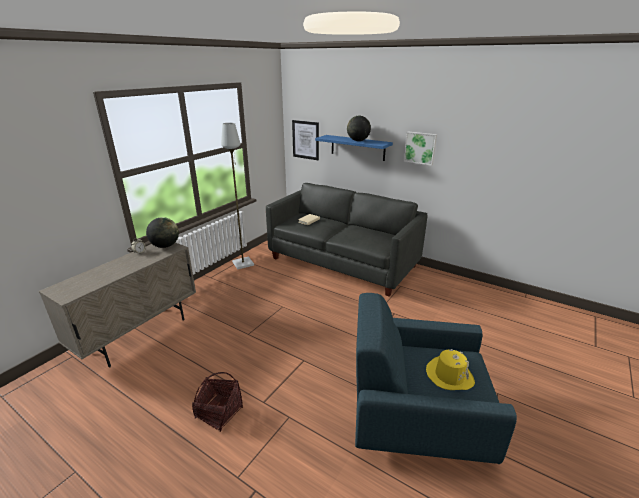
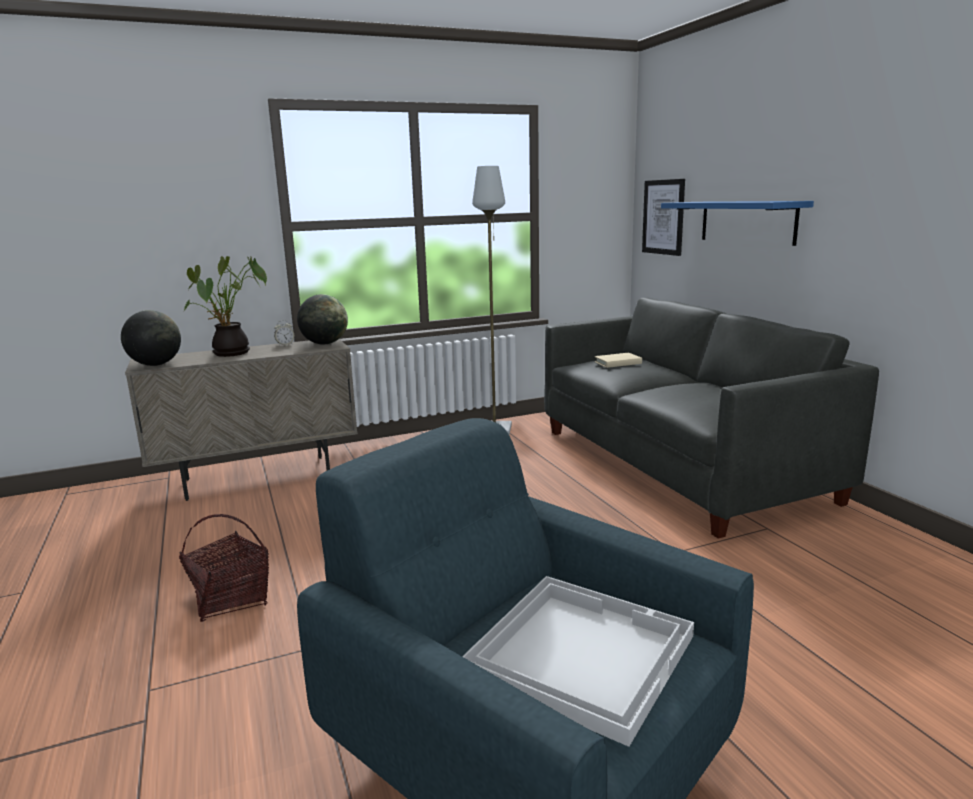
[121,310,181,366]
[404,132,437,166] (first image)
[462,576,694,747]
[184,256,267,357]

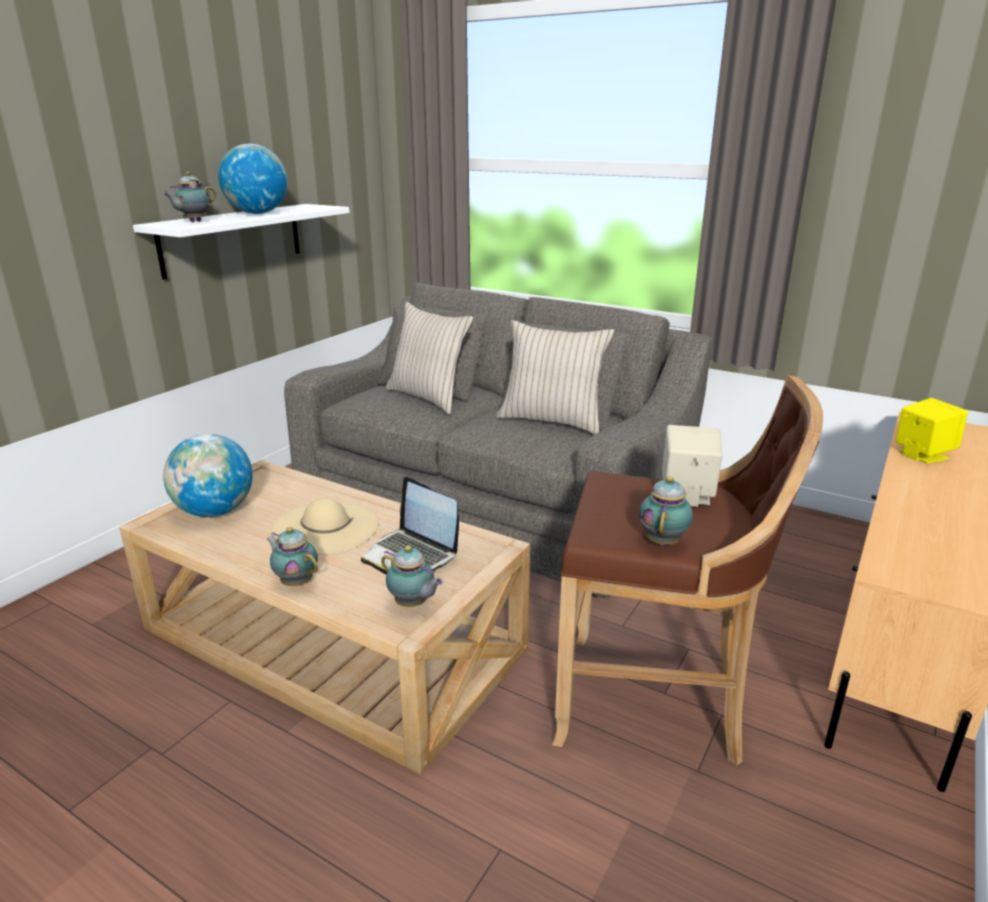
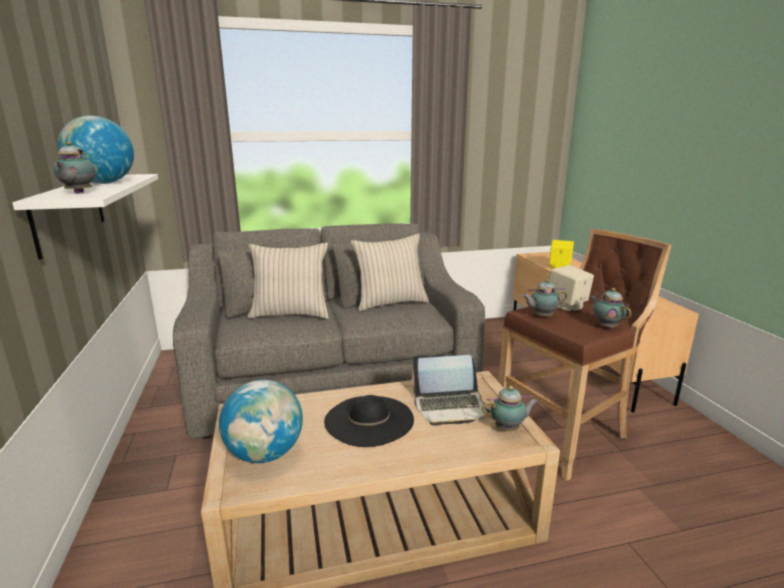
[324,395,414,447]
[522,279,567,317]

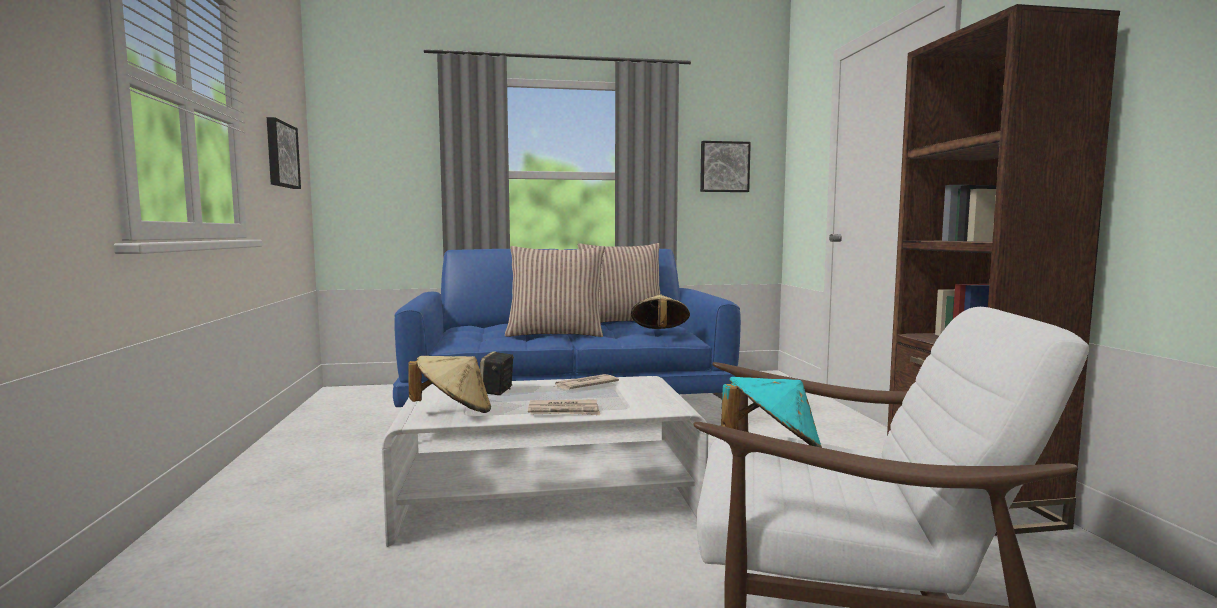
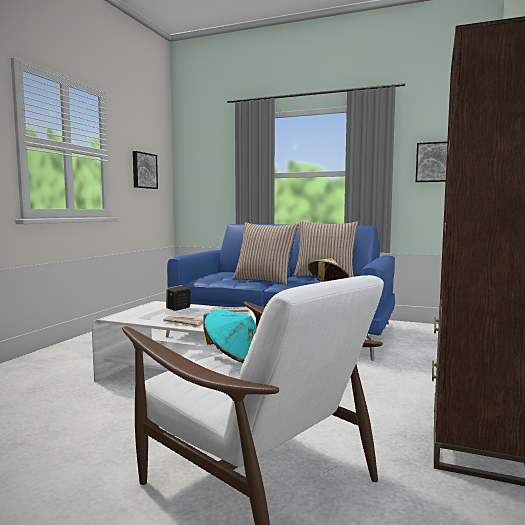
[408,356,491,413] (first image)

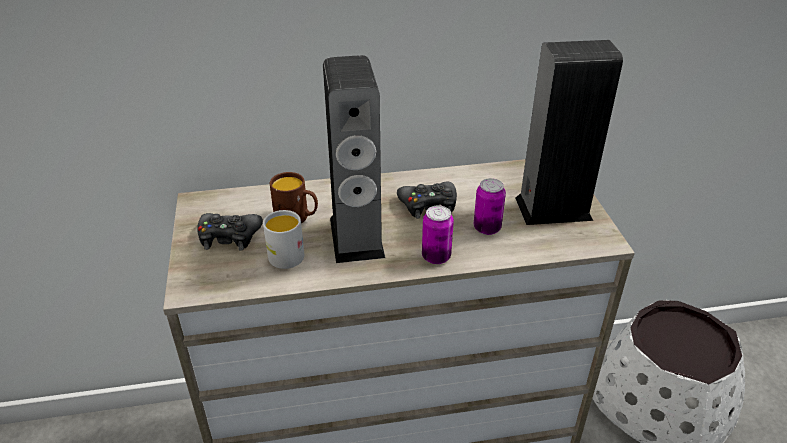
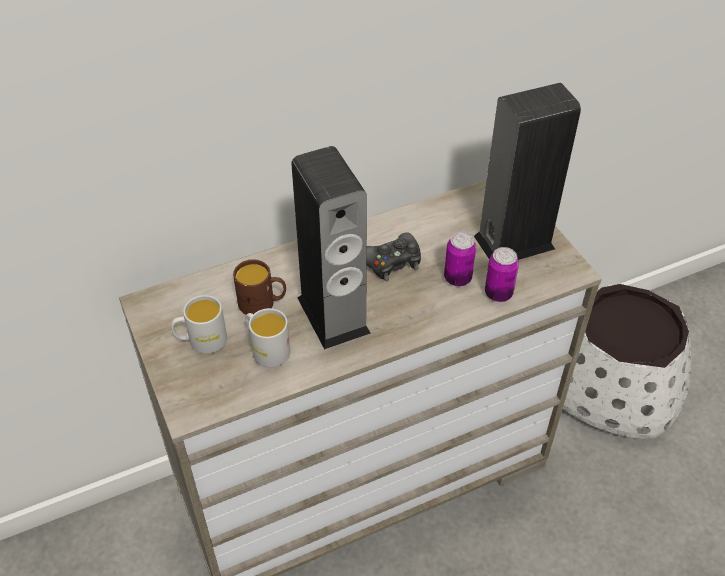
[485,247,519,302]
[171,295,227,354]

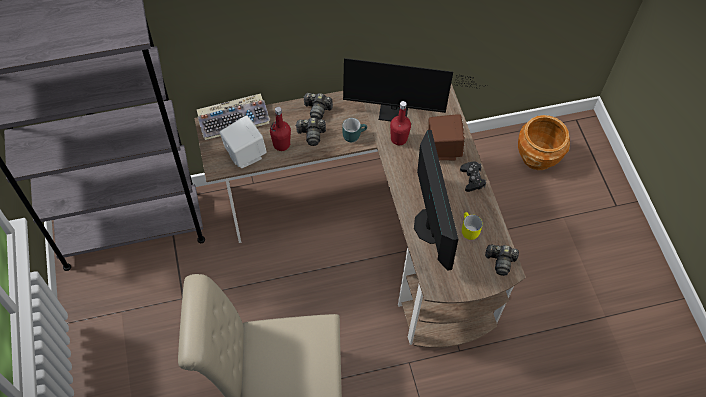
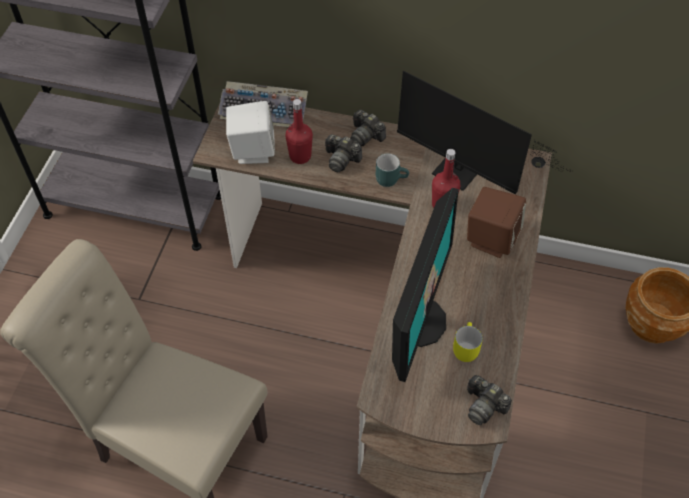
[460,161,486,192] (first image)

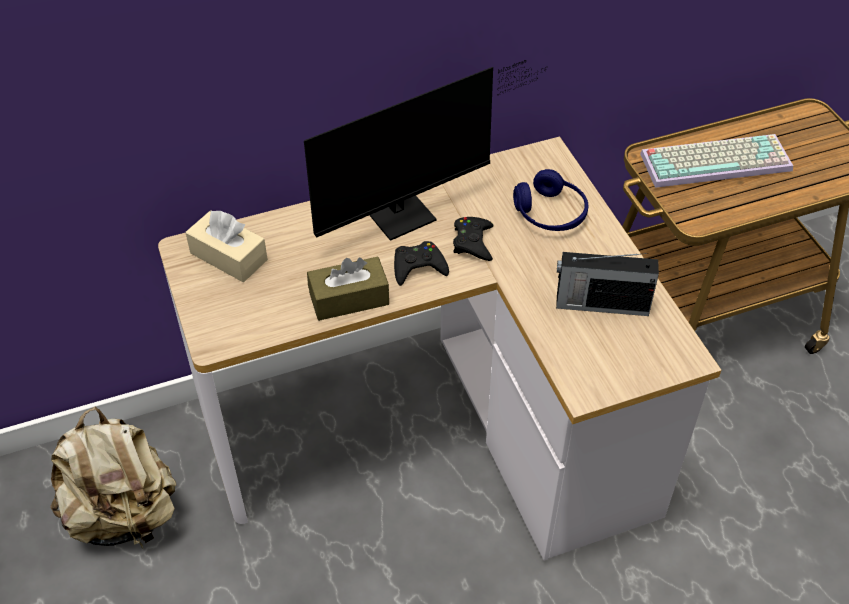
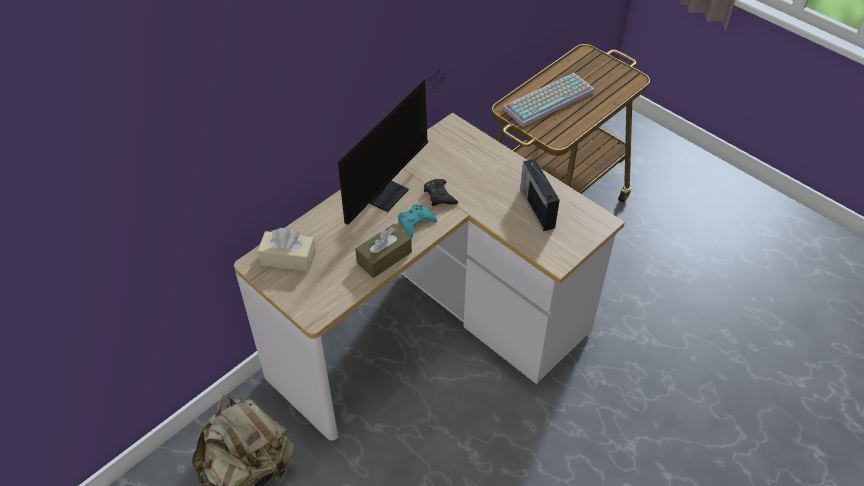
[513,169,589,231] (first image)
[398,204,437,238]
[520,159,560,231]

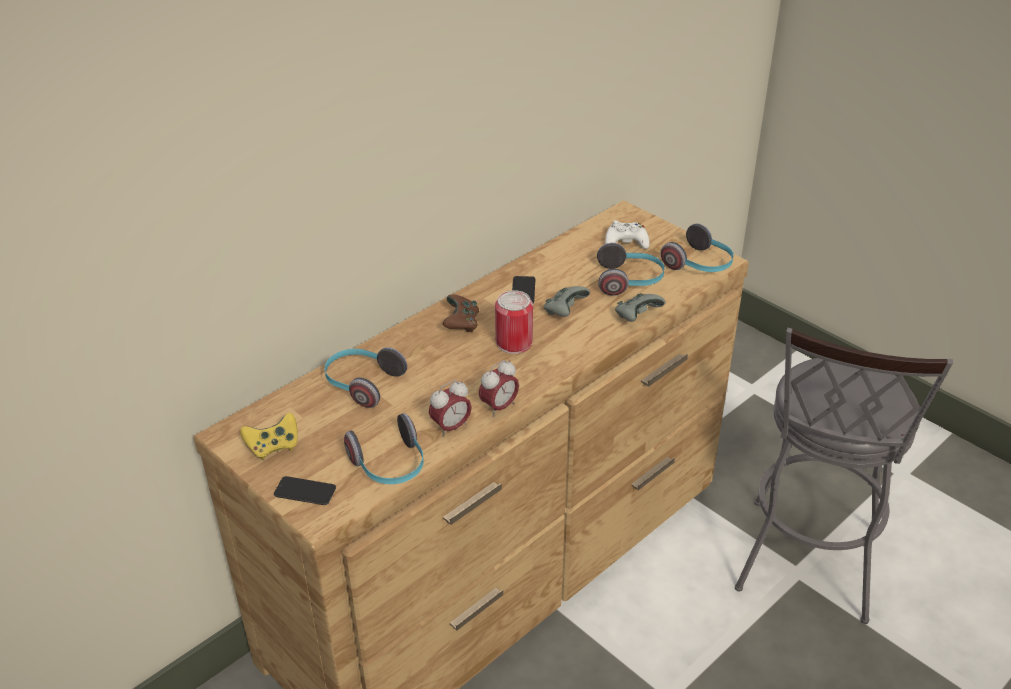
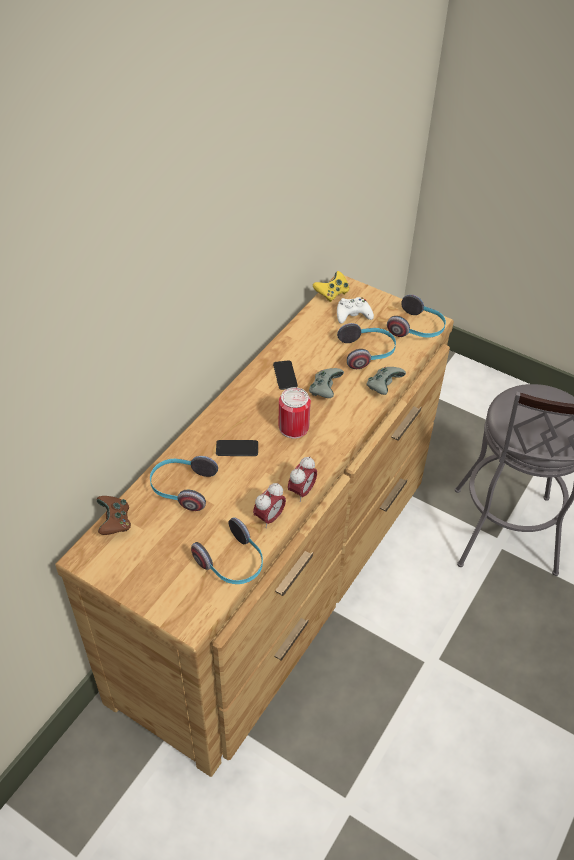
[96,496,131,535]
[313,271,349,302]
[216,440,258,456]

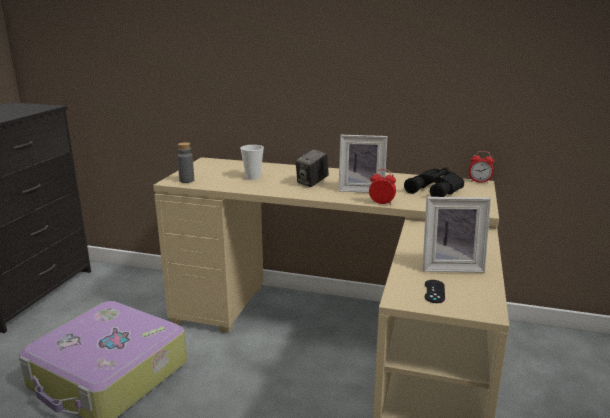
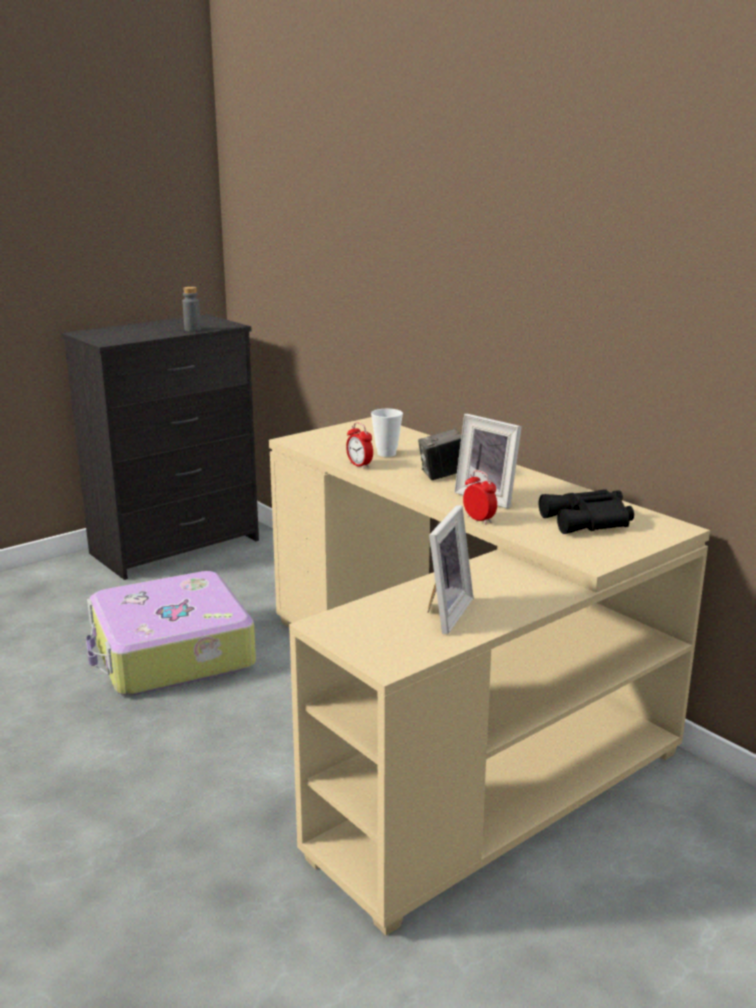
[182,287,201,332]
[346,422,373,469]
[428,505,473,634]
[425,280,445,303] (first image)

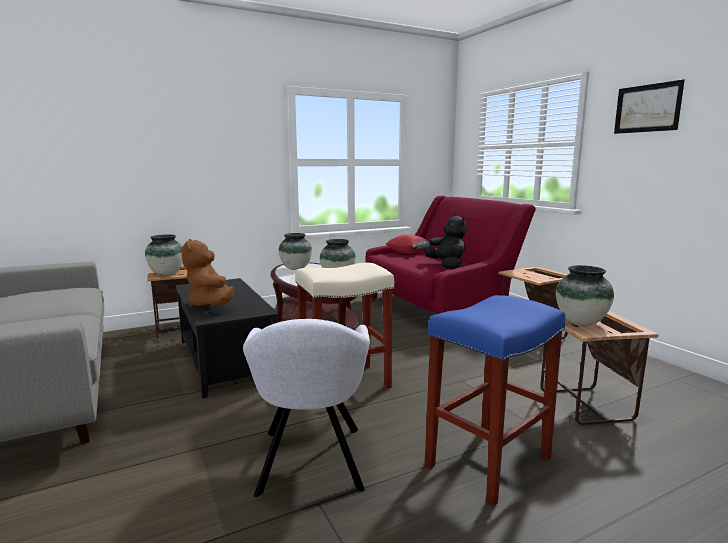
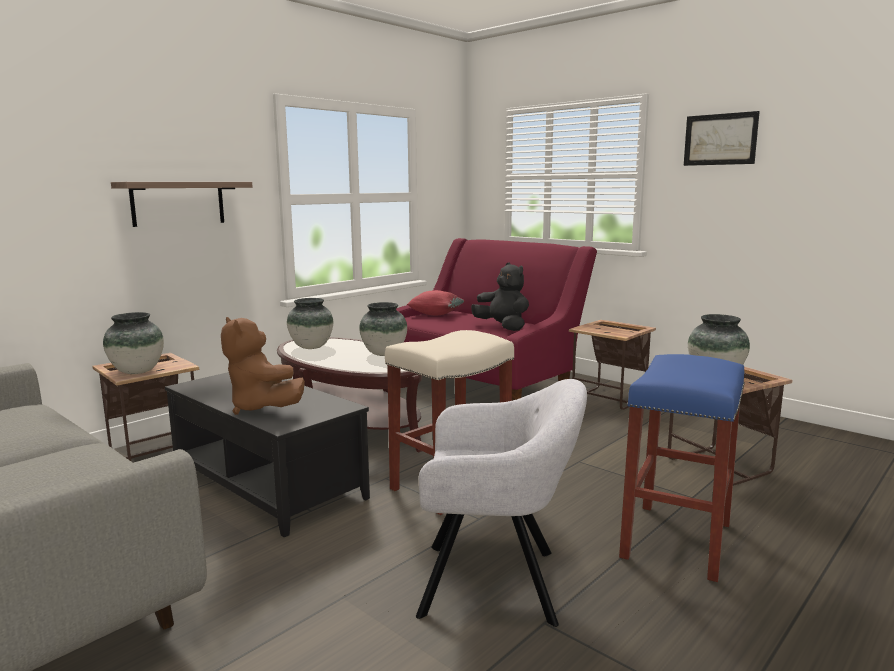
[416,379,587,627]
[111,182,252,227]

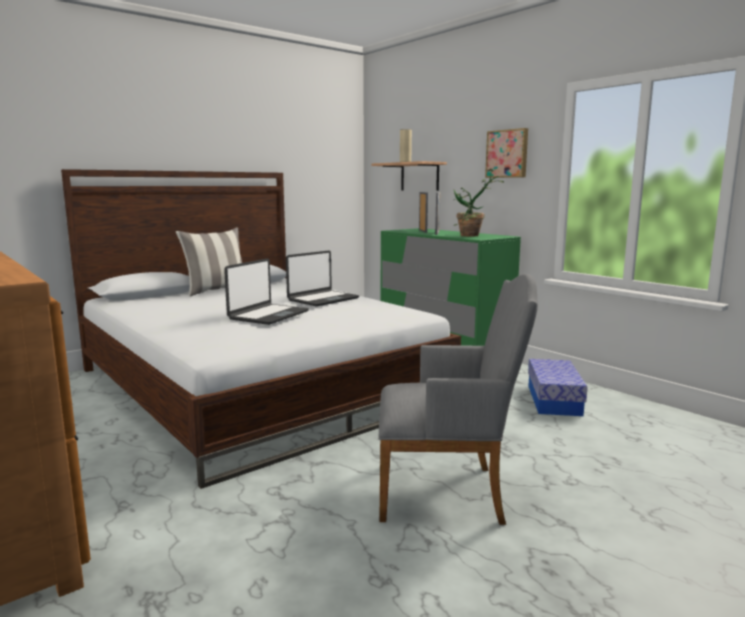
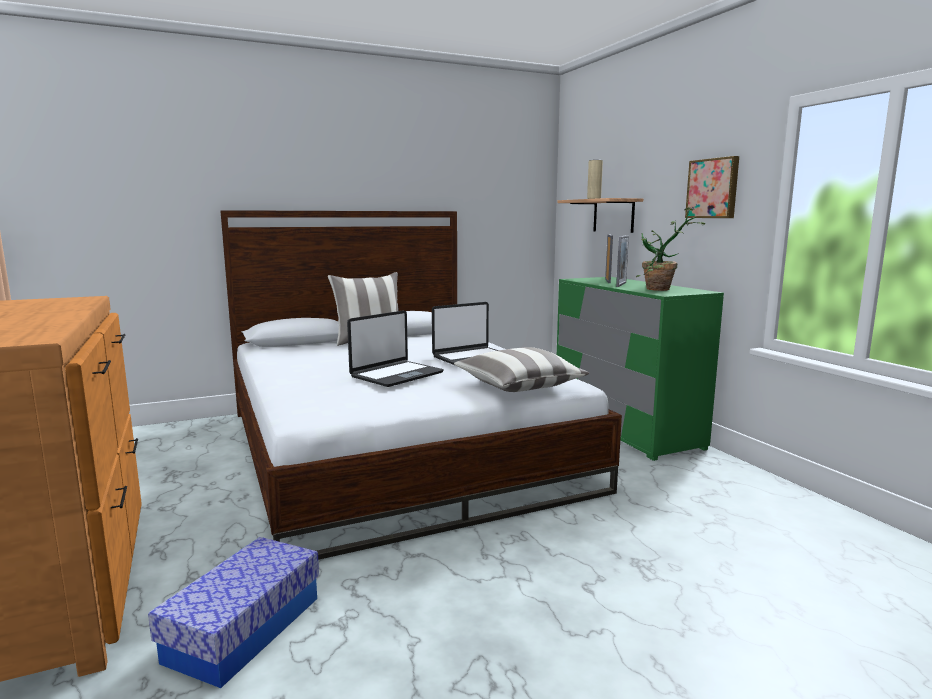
[378,274,538,525] (first image)
[148,537,319,688]
[454,347,589,392]

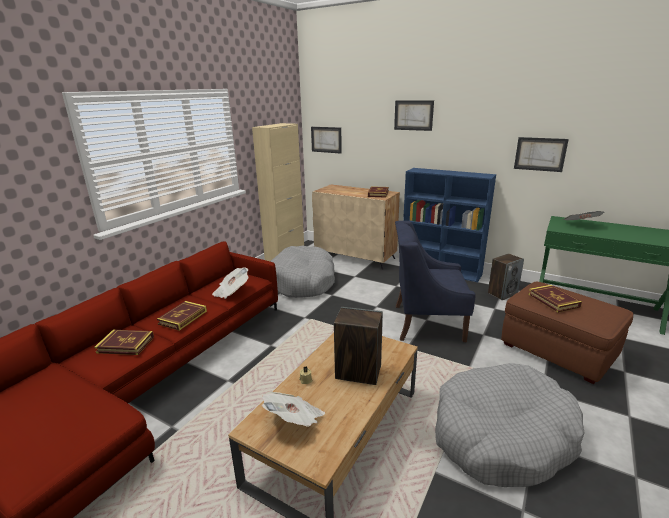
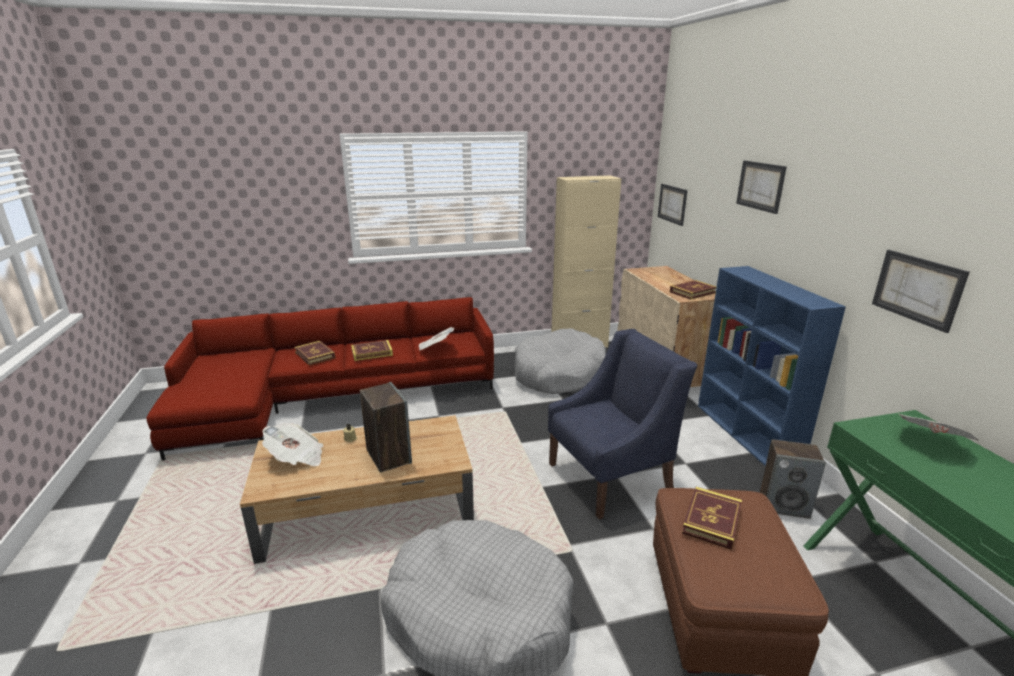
[548,329,697,519]

